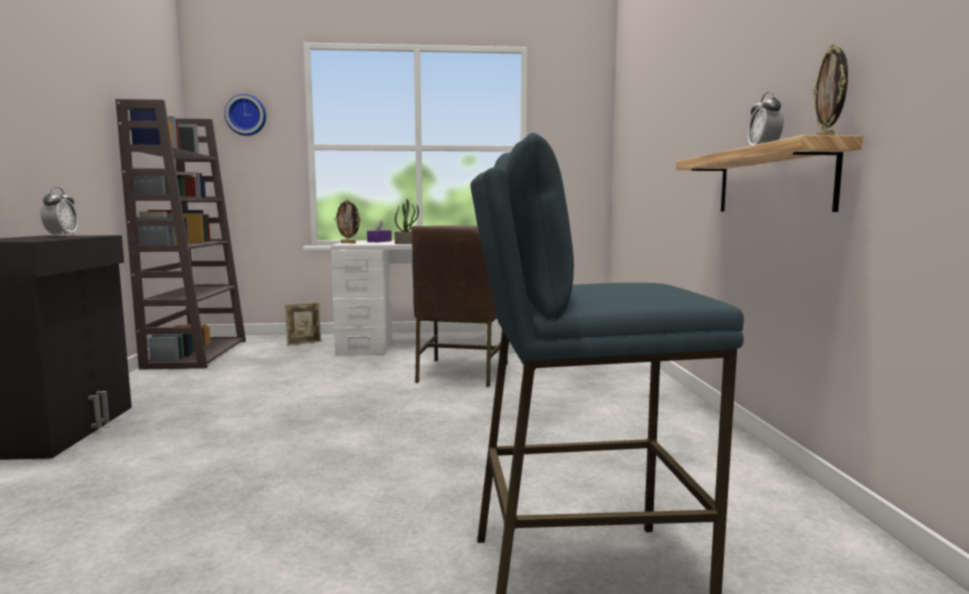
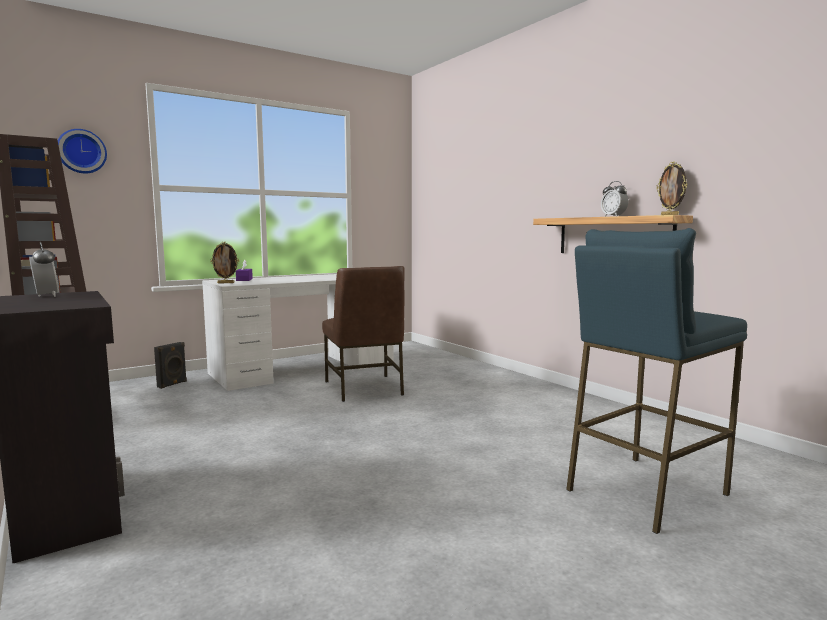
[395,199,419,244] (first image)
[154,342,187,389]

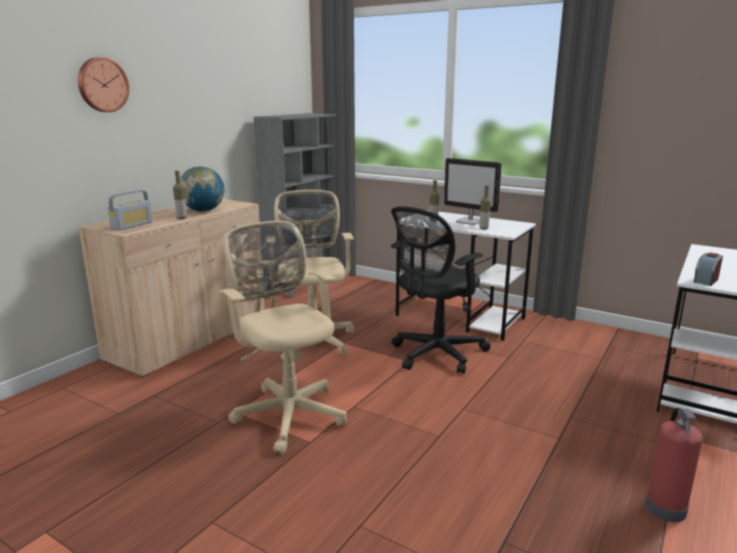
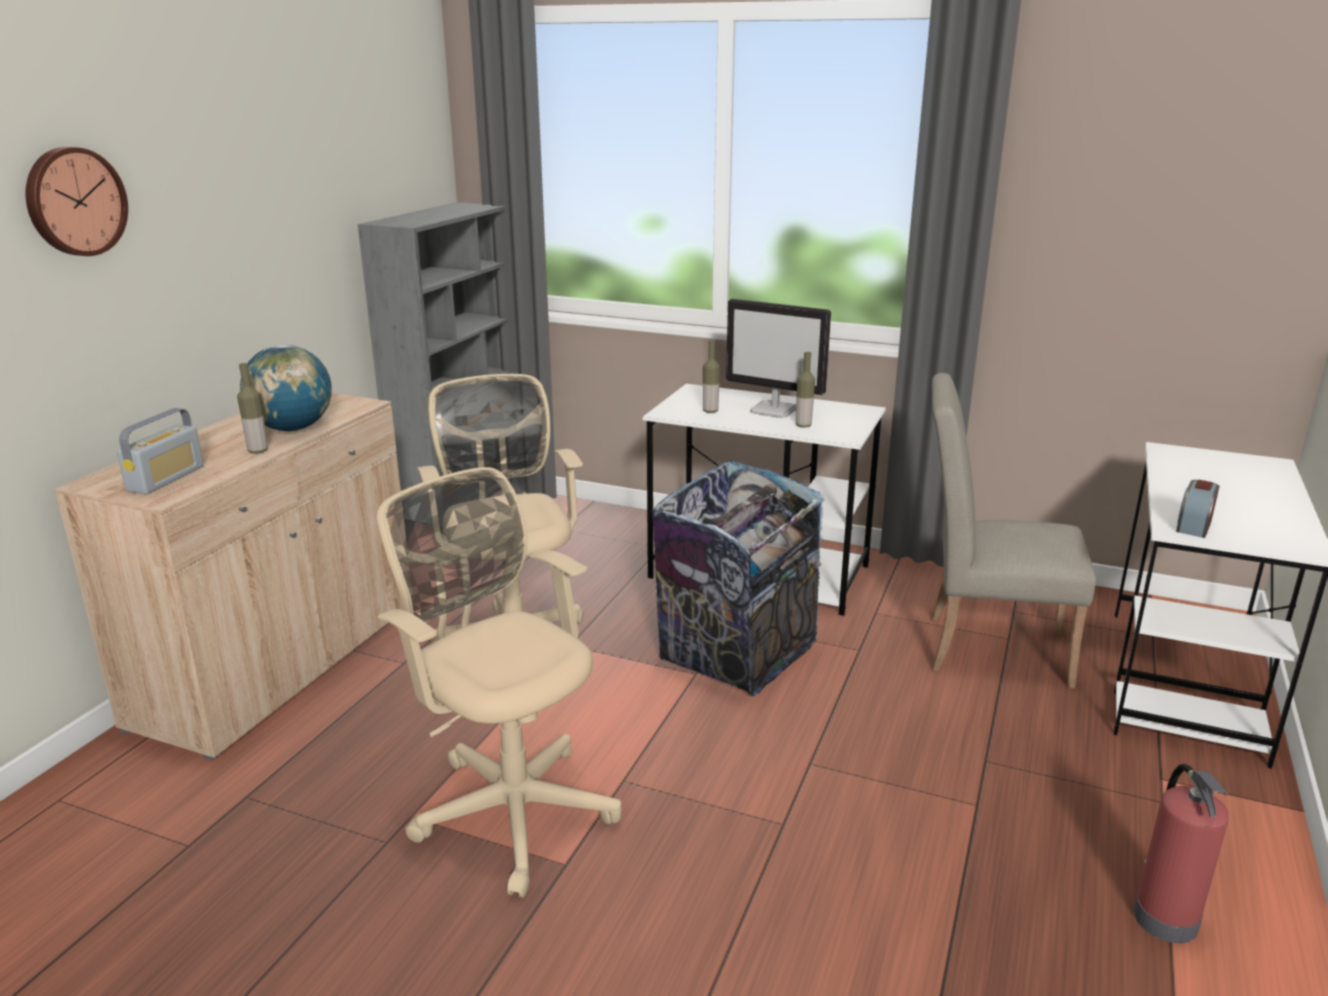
[653,461,825,696]
[932,373,1096,689]

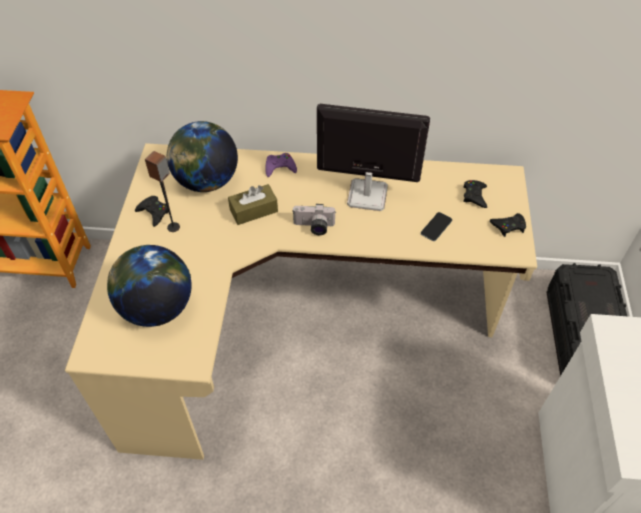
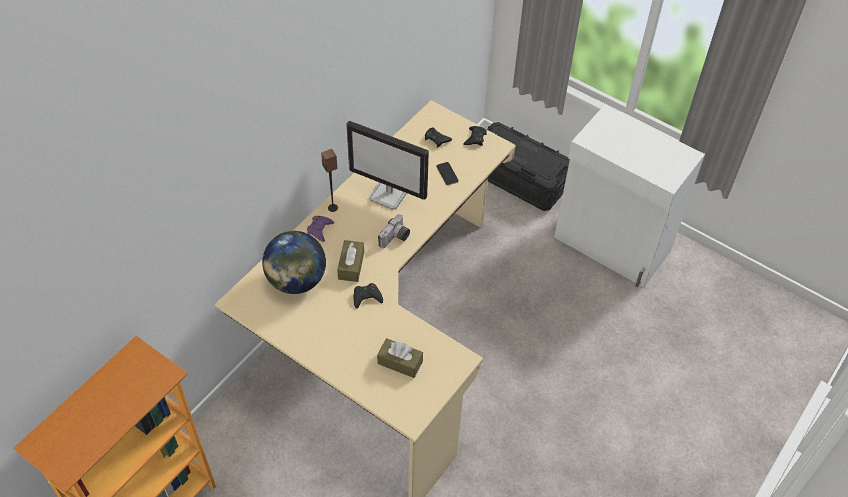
[347,121,429,210]
[321,149,338,212]
[354,283,383,309]
[377,338,423,378]

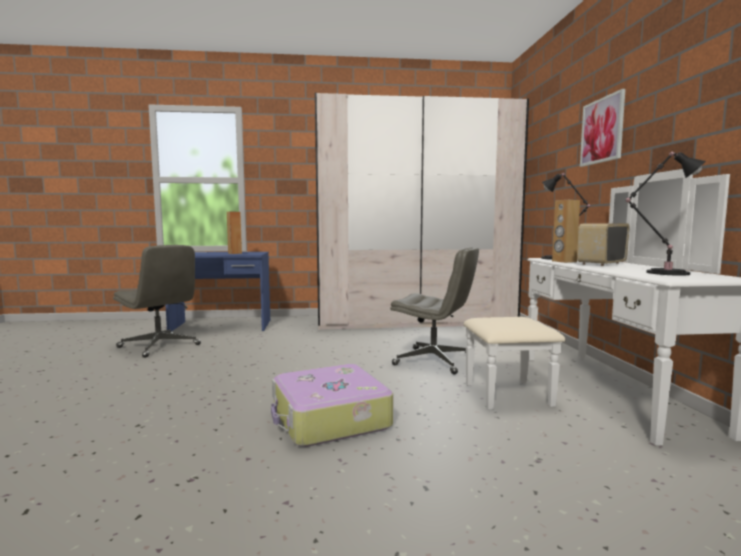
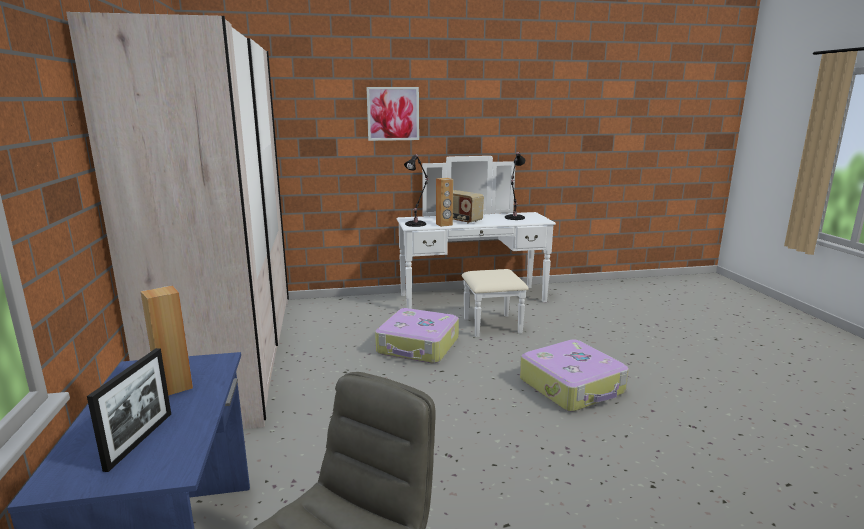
[375,308,459,364]
[87,348,171,472]

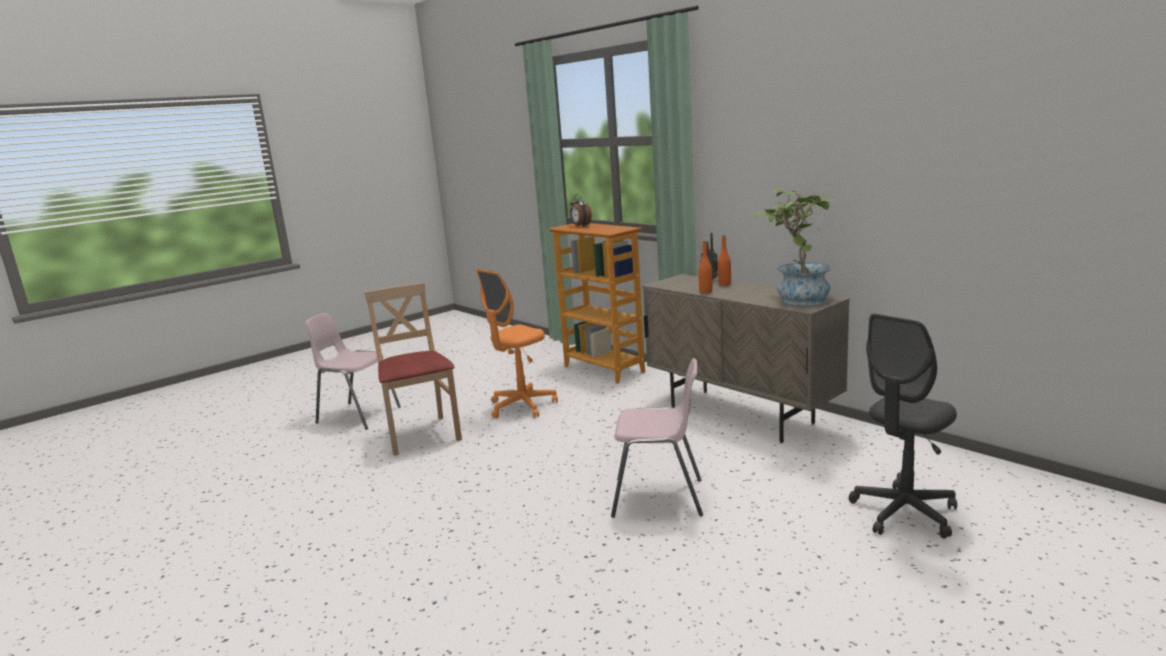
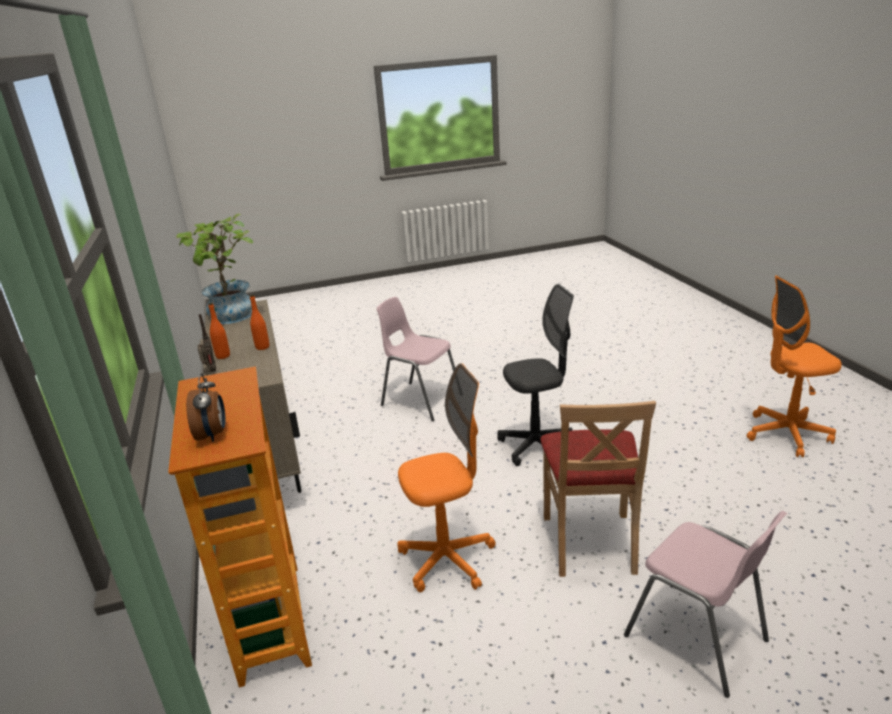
[497,284,574,466]
[747,275,842,457]

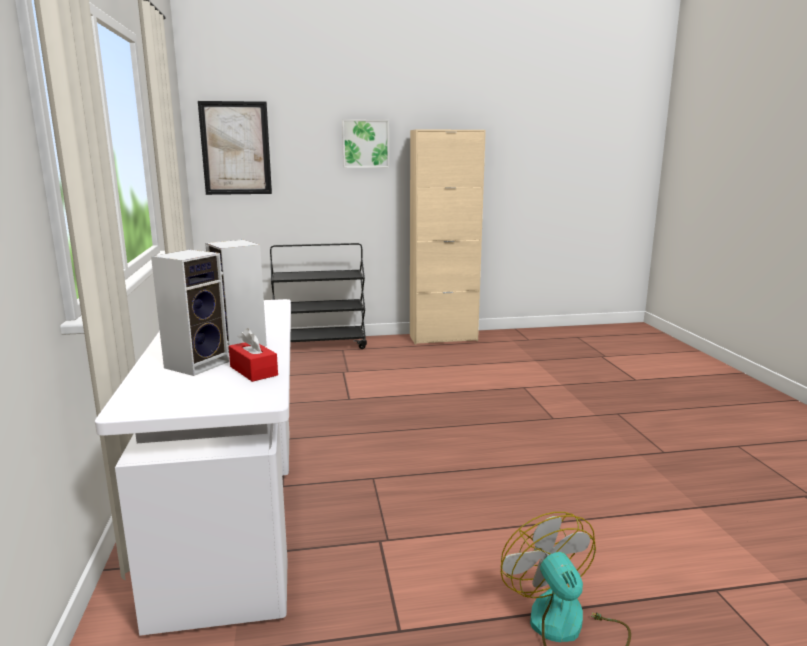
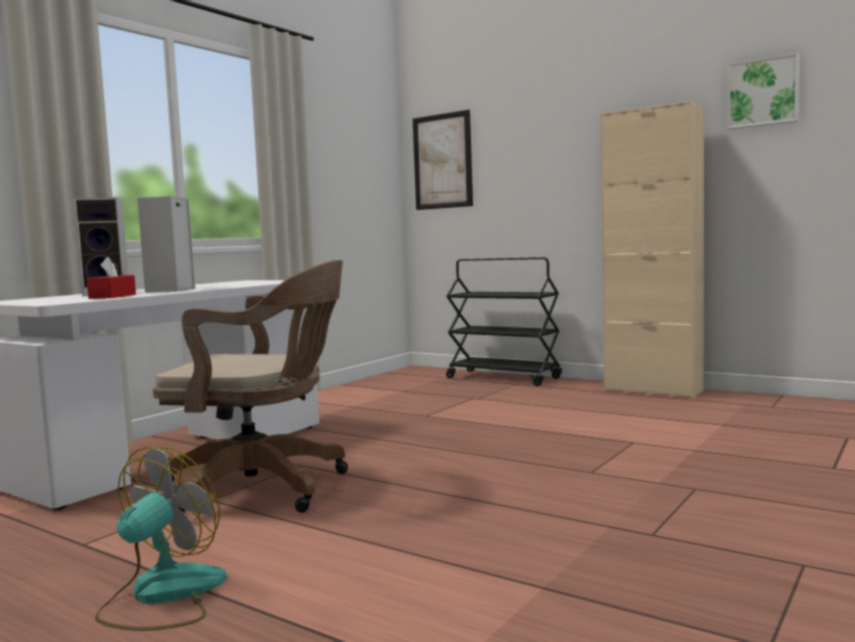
[728,53,799,129]
[153,260,348,514]

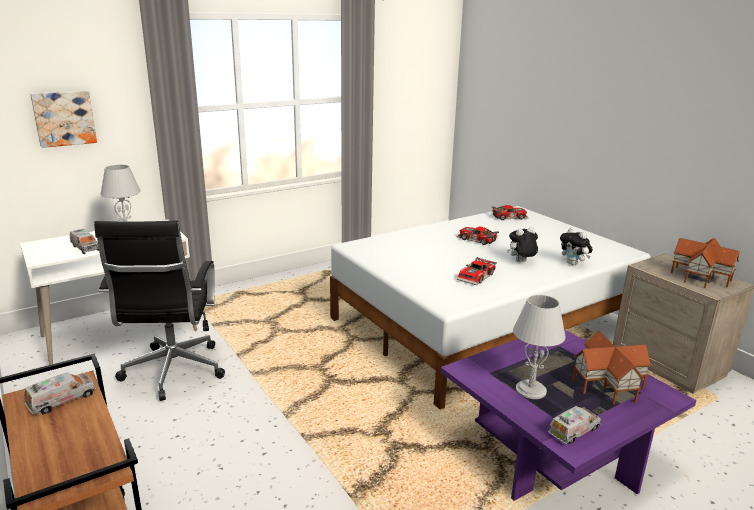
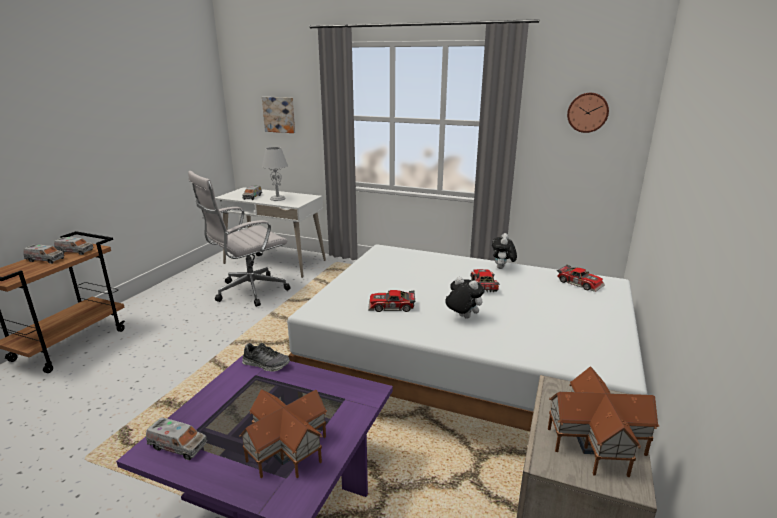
[188,171,291,307]
[492,233,517,269]
[513,295,566,399] (first image)
[567,93,609,133]
[23,244,64,264]
[242,343,290,372]

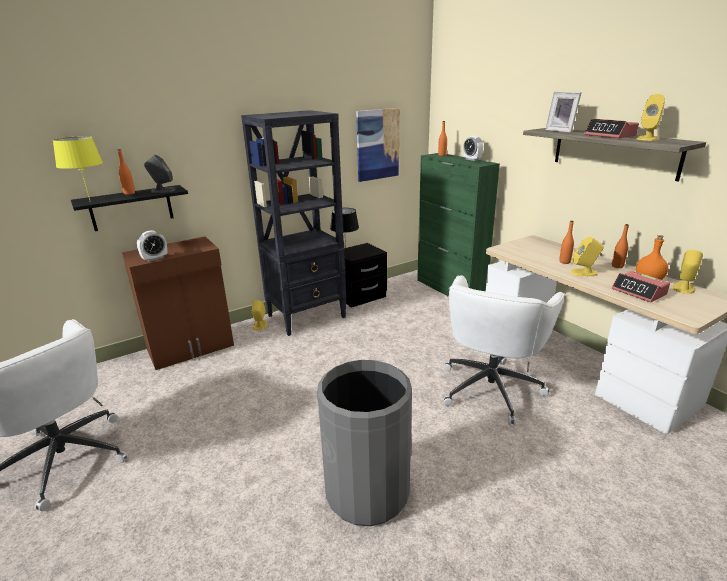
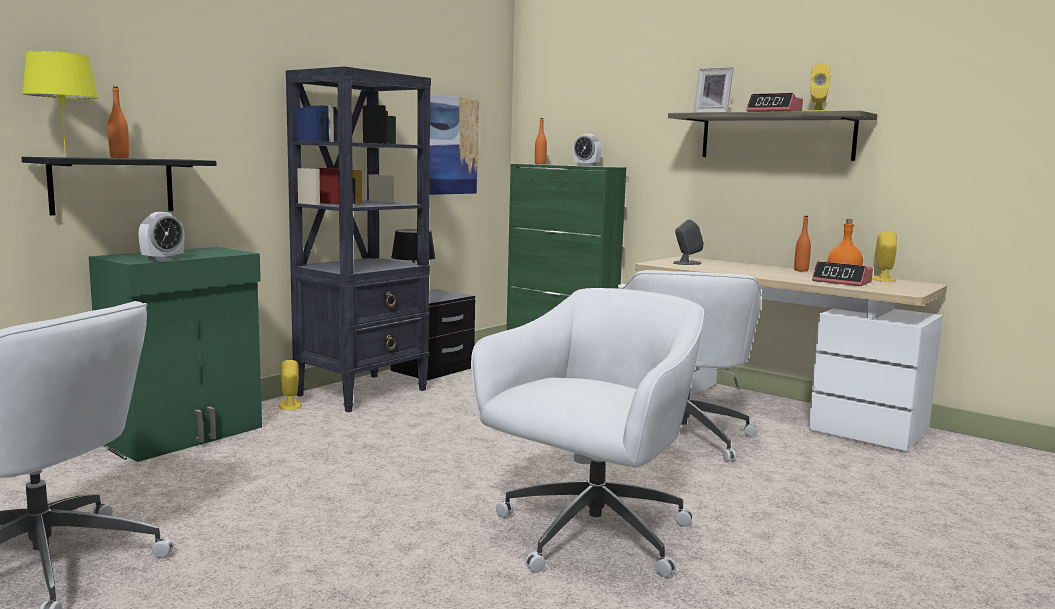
[673,219,704,265]
[559,221,574,264] (first image)
[89,247,262,462]
[571,237,604,276] (first image)
[471,288,704,577]

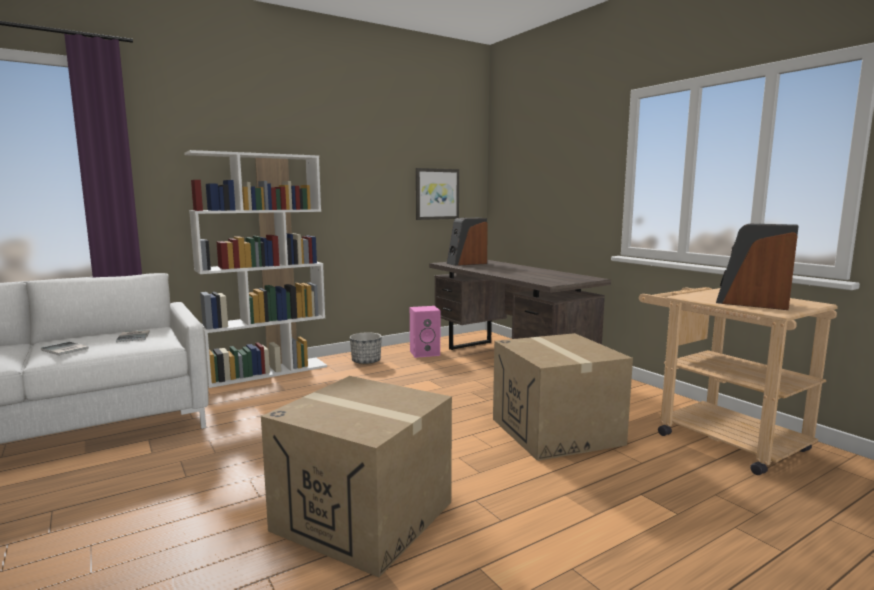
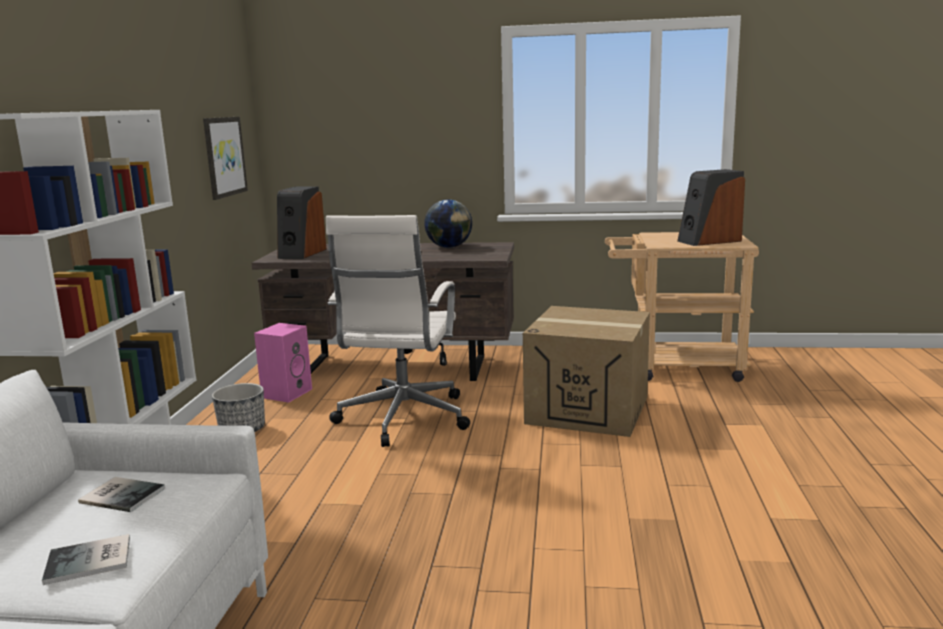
[261,376,452,577] (first image)
[424,199,472,248]
[326,215,470,447]

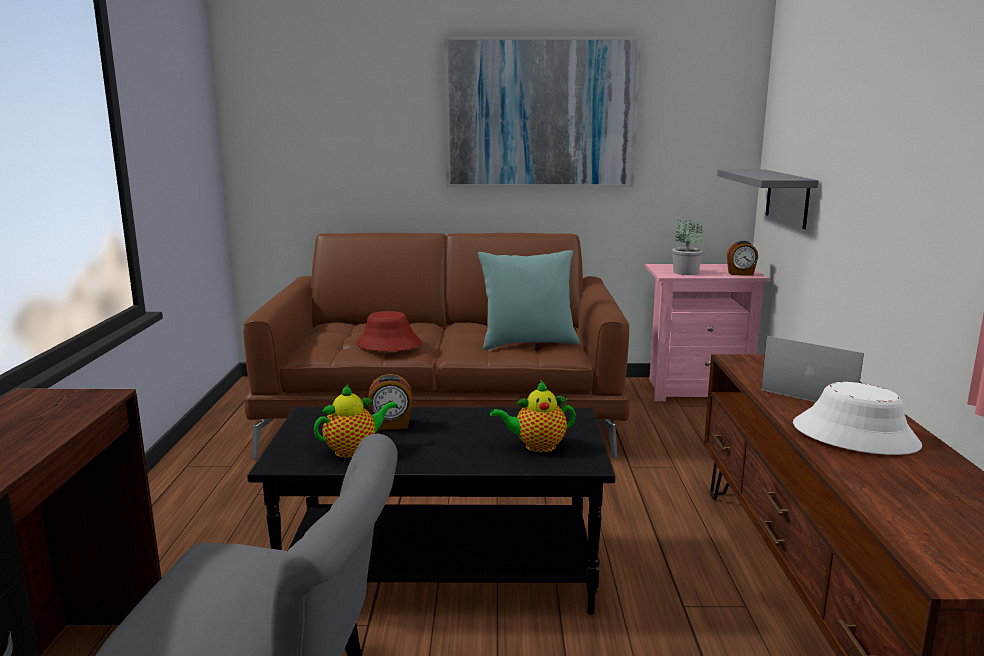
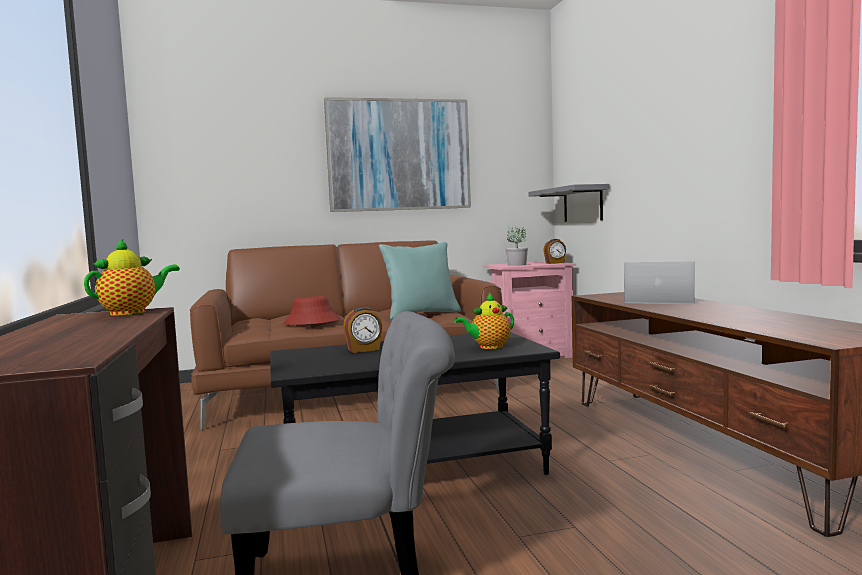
[793,382,922,455] (first image)
[84,238,180,316]

